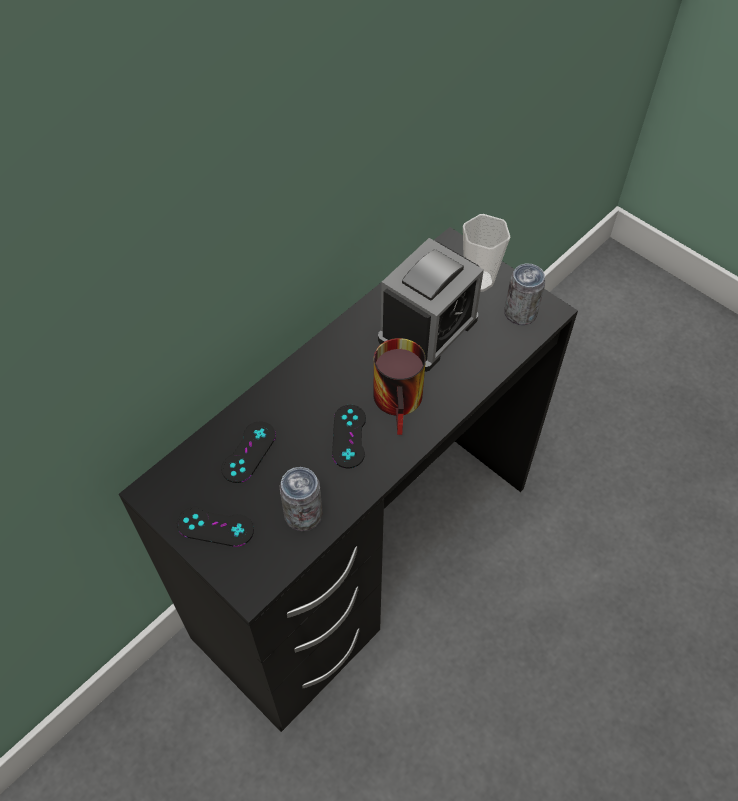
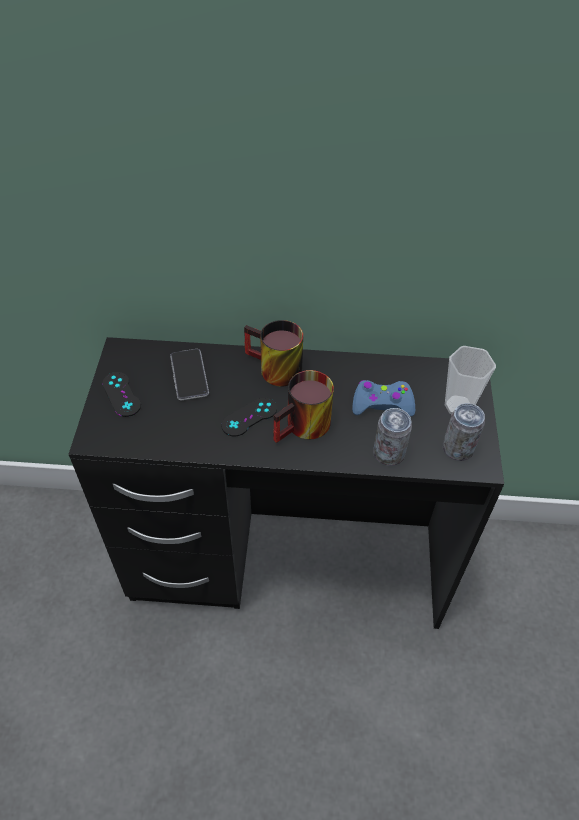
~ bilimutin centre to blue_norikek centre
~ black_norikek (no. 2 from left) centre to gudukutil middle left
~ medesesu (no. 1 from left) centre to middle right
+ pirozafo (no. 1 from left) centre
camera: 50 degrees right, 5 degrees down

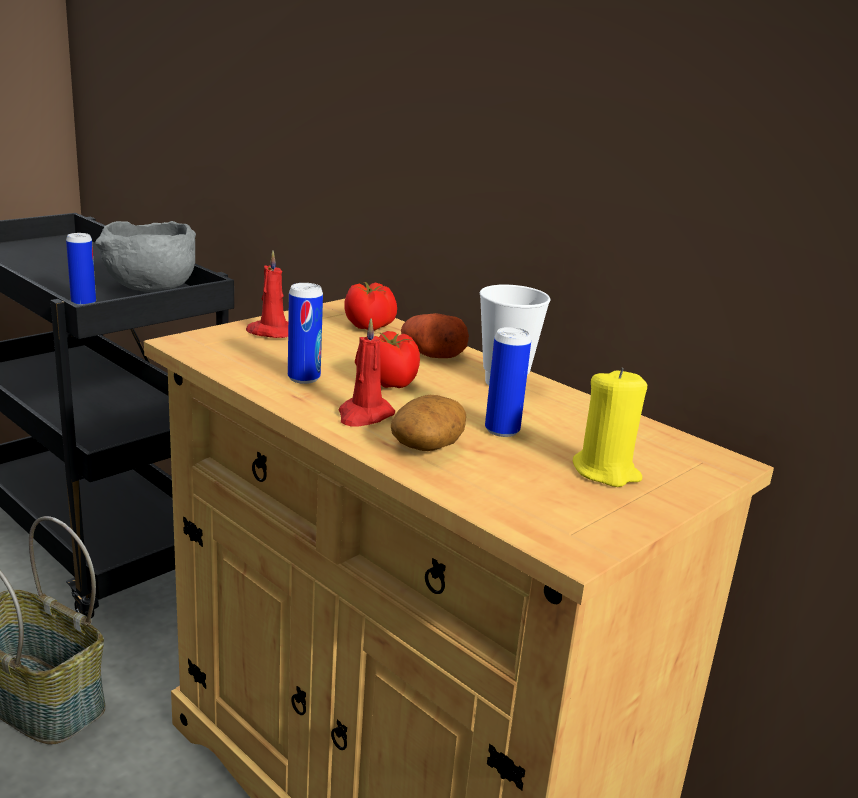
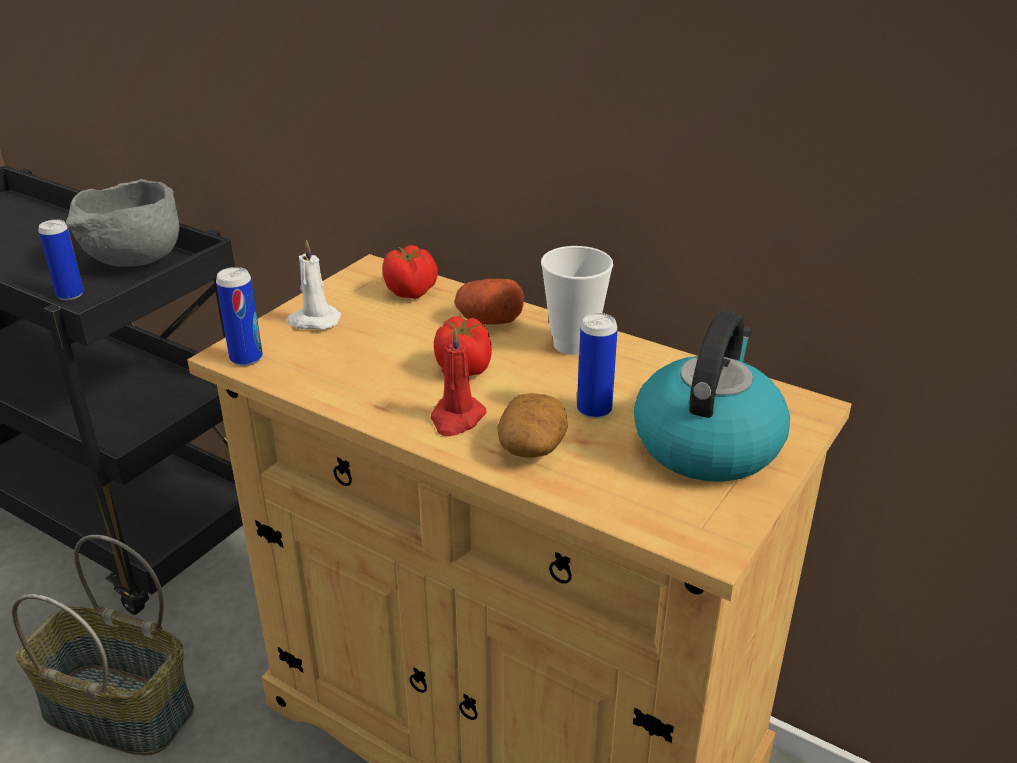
~ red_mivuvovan (no. 1 from left) middle left to white_mivuvovan middle left
~ medesesu (no. 2 from left) centre to middle left
~ yellow_mivuvovan middle right to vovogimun middle right
camera: 10 degrees left, 10 degrees up

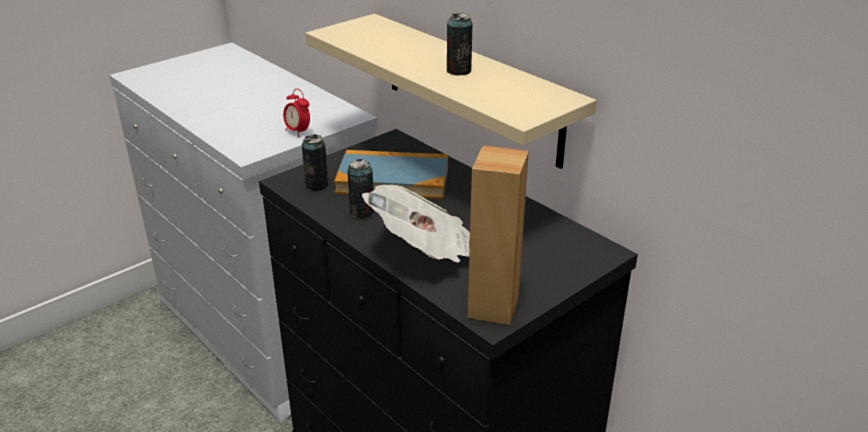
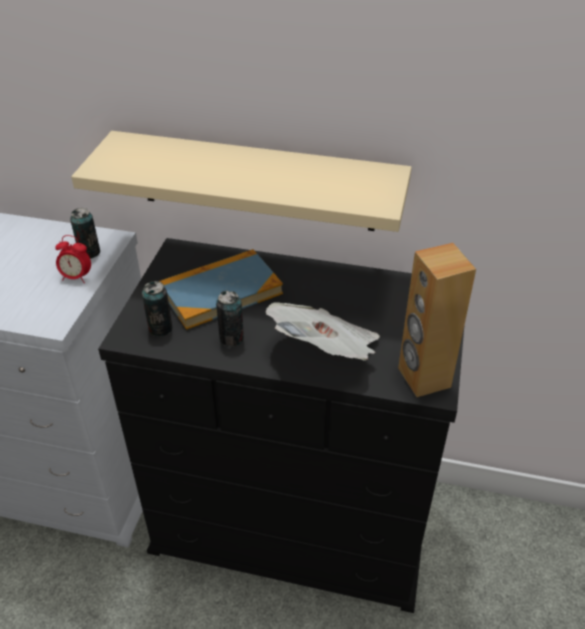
~ medesesu (no. 3 from left in the first image) top centre to medesesu (no. 1 from left) middle left
camera: 35 degrees left, 10 degrees up

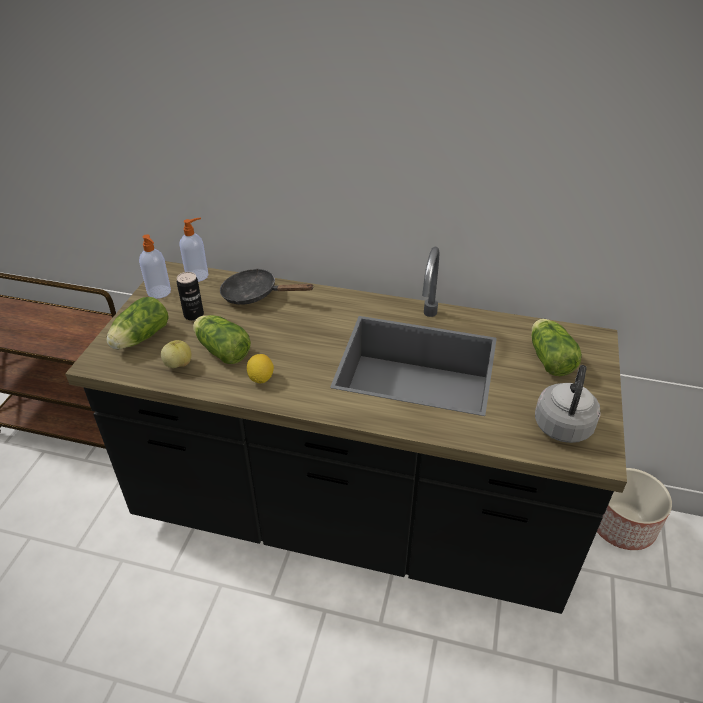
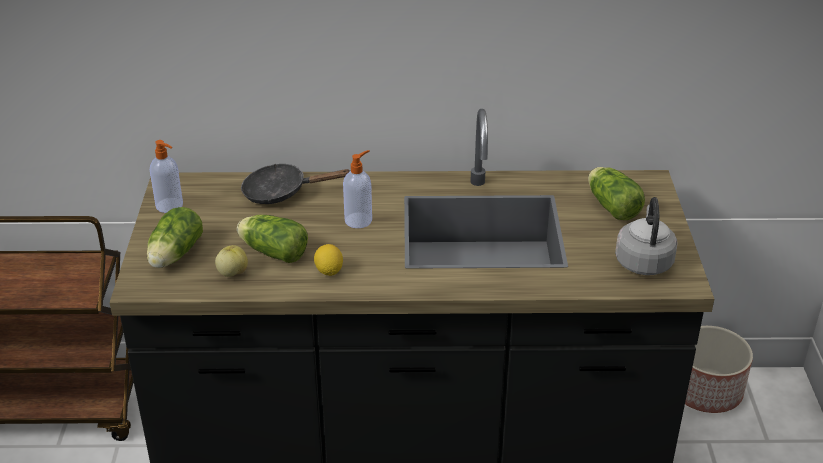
~ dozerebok (no. 2 from left) middle left to centre
- medesesu middle left
camera: 15 degrees left, 5 degrees down

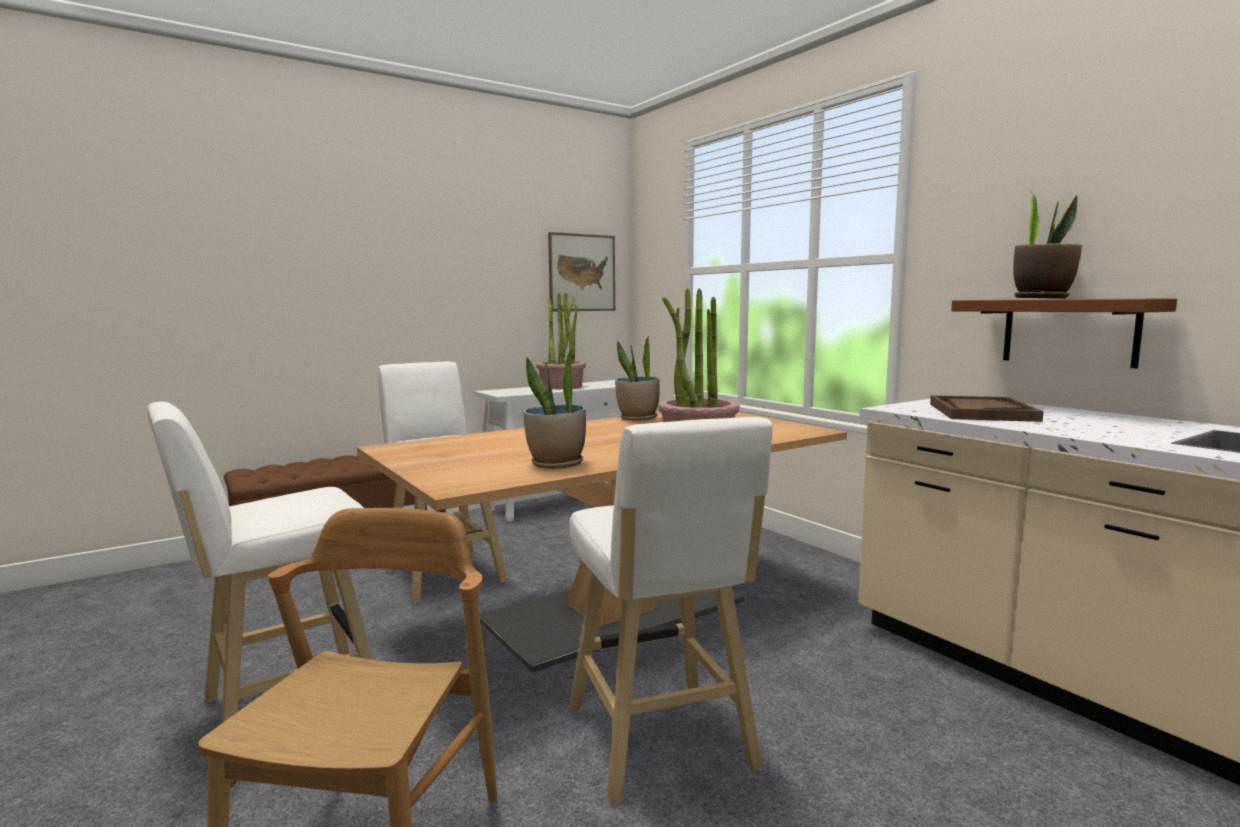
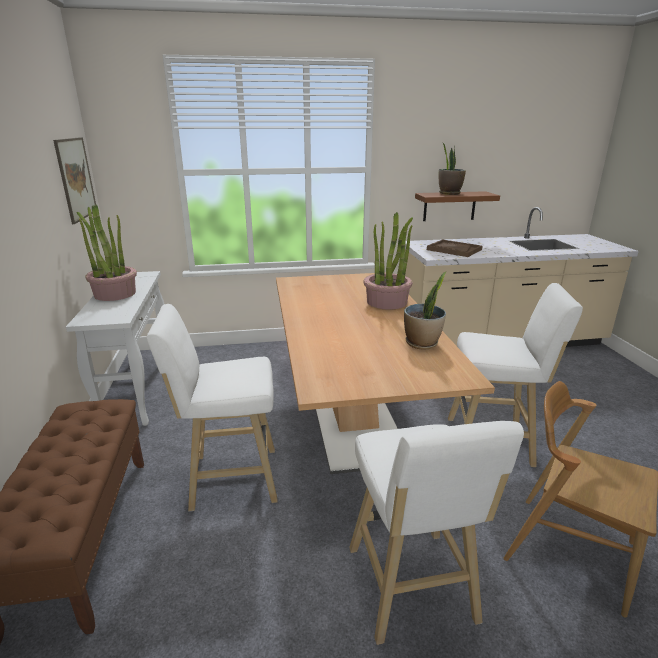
- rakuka (no. 3 from left) centre
camera: 65 degrees left, 15 degrees up

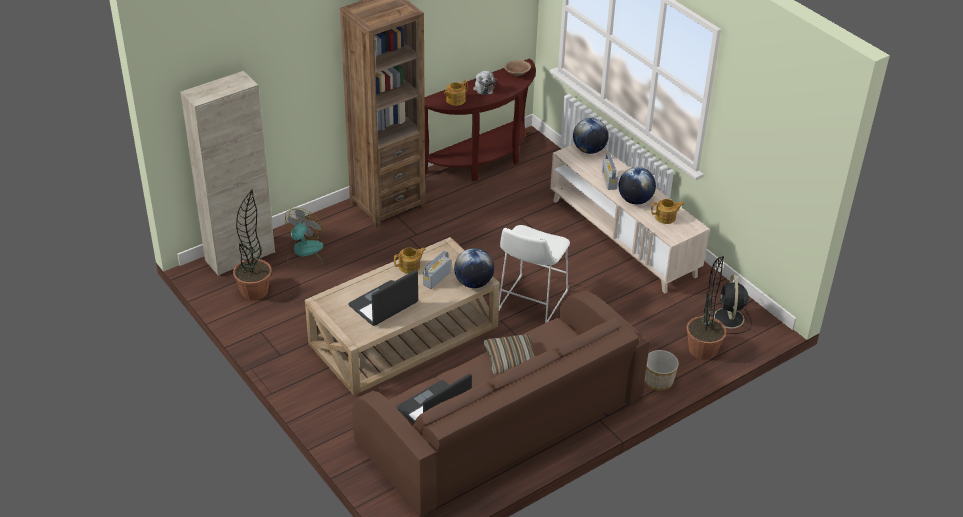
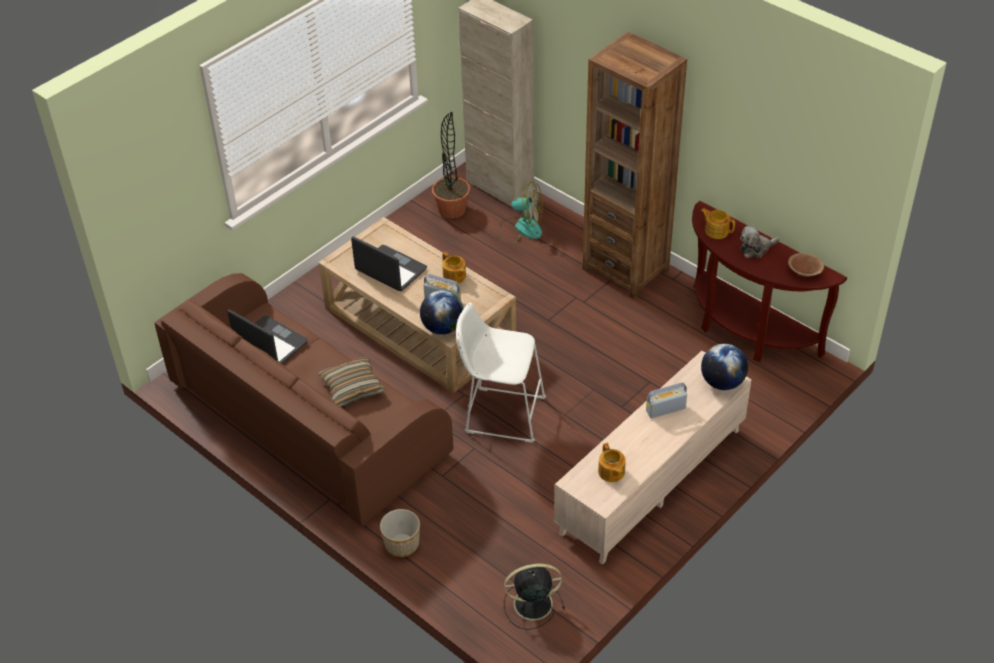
- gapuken (no. 3 from left) centre
- rakuka (no. 2 from left) middle right
camera: 80 degrees right, 5 degrees up

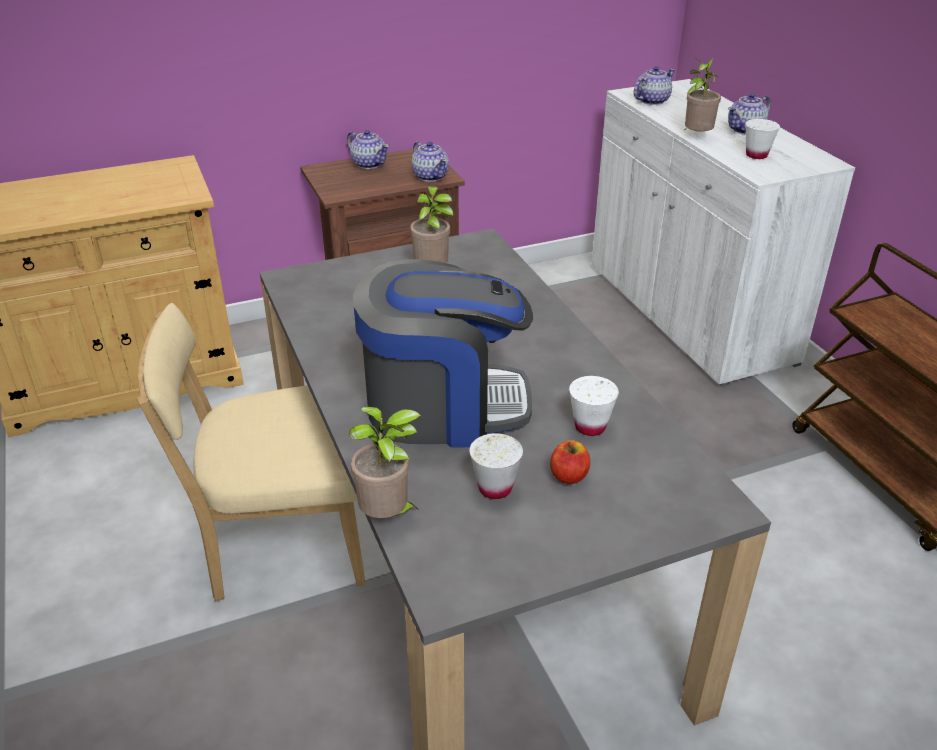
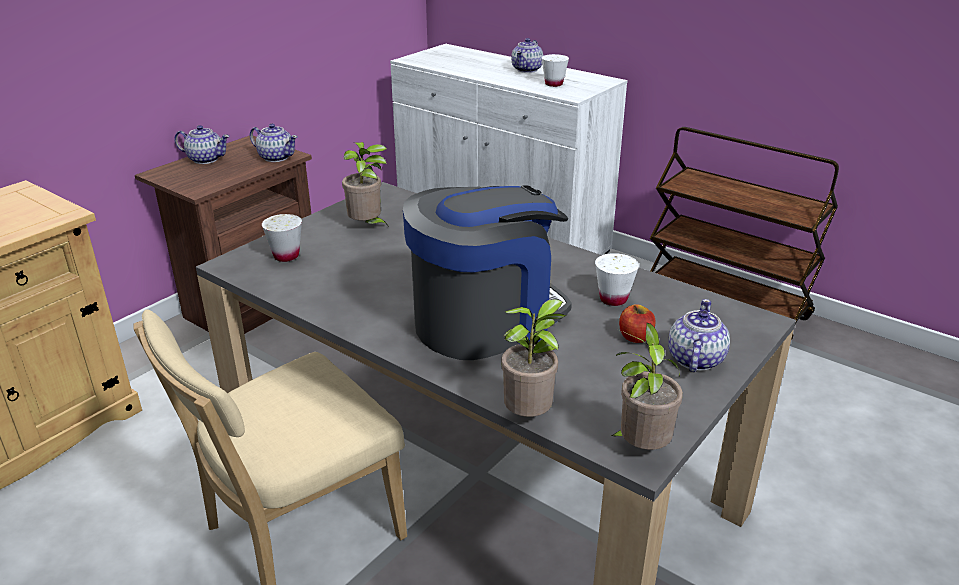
~ rakuka (no. 3 from left) top right to middle right
~ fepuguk (no. 3 from left in the first image) top right to fepuguk (no. 4 from left) middle right
~ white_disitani (no. 1 from left) centre to middle left
camera: 30 degrees left, 5 degrees down

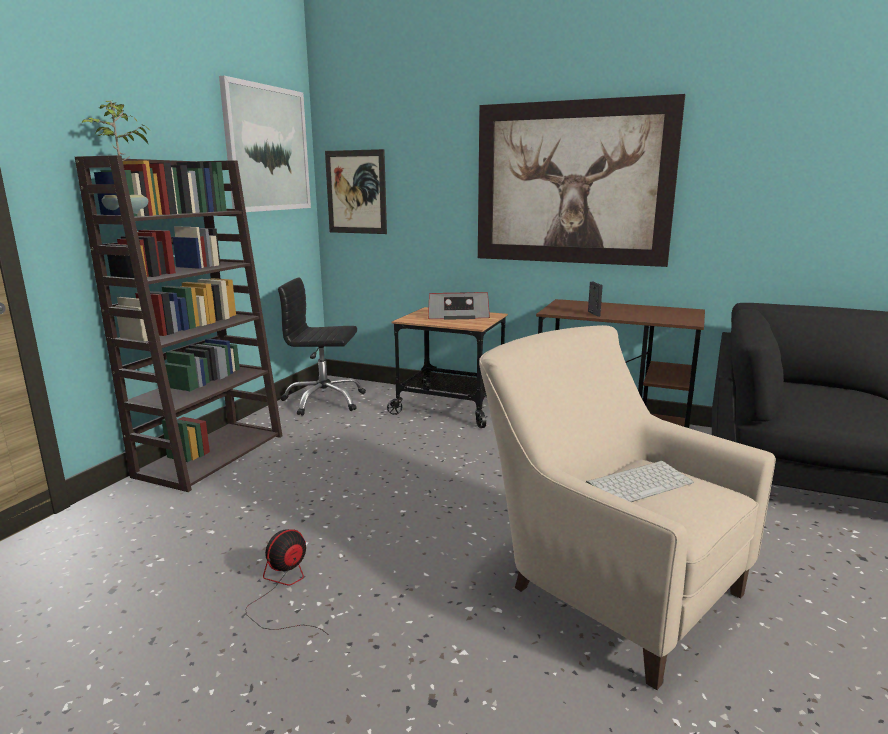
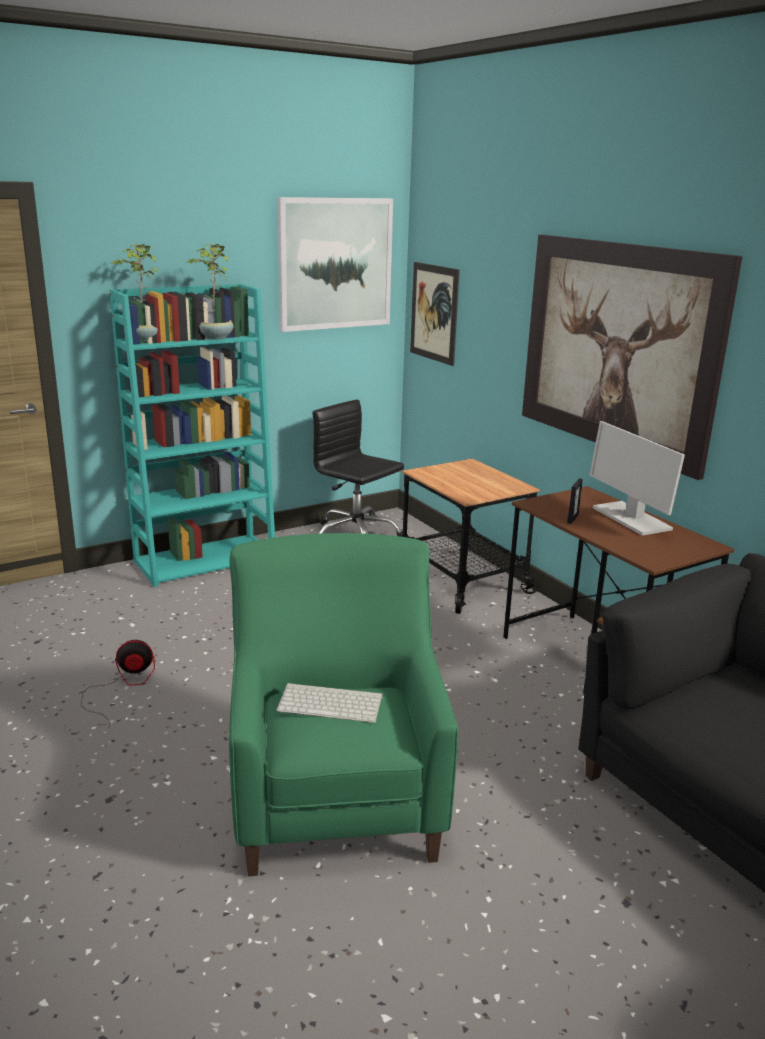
~ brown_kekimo middle left to turquoise_kekimo middle left
- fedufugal centre
~ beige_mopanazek bottom right to green_mopanazek bottom centre
+ rakuka (no. 2 from left) top left
+ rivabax middle right
camera: 35 degrees right, 5 degrees up

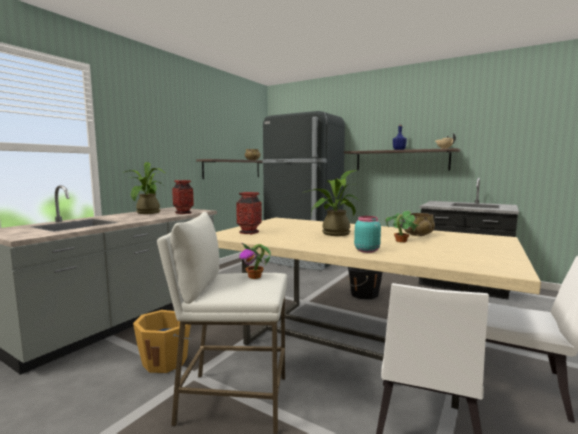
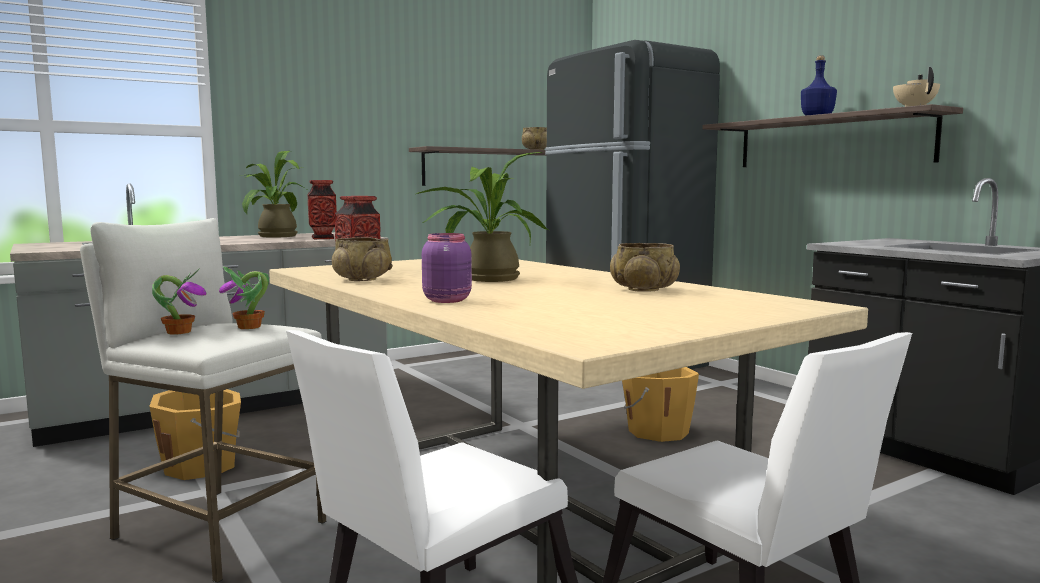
~ rakuka (no. 4 from left in the first image) middle right to rakuka (no. 1 from left) middle left
~ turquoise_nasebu centre to purple_nasebu centre
~ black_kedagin centre to orange_kedagin (no. 2 from left) bottom centre
+ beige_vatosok (no. 1 from left) centre
camera: 25 degrees right, 0 degrees up

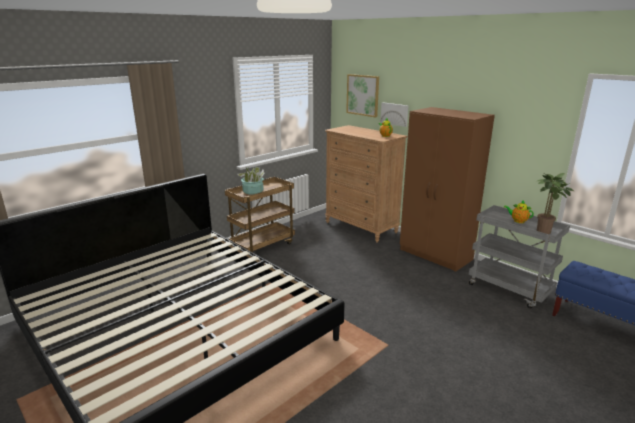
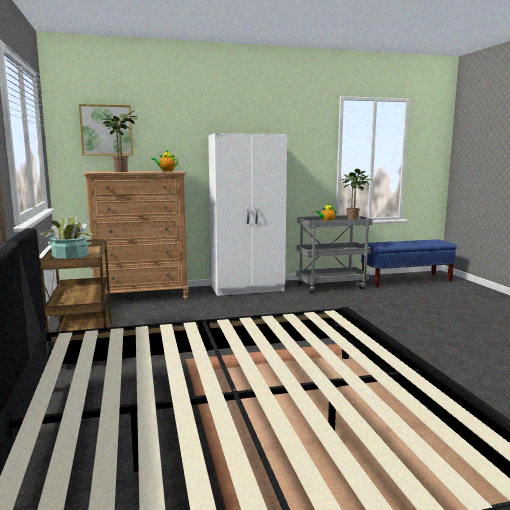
- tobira (no. 2 from left) top centre
~ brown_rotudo middle right to white_rotudo centre
+ rakuka (no. 2 from left) top left
camera: 60 degrees left, 10 degrees down

